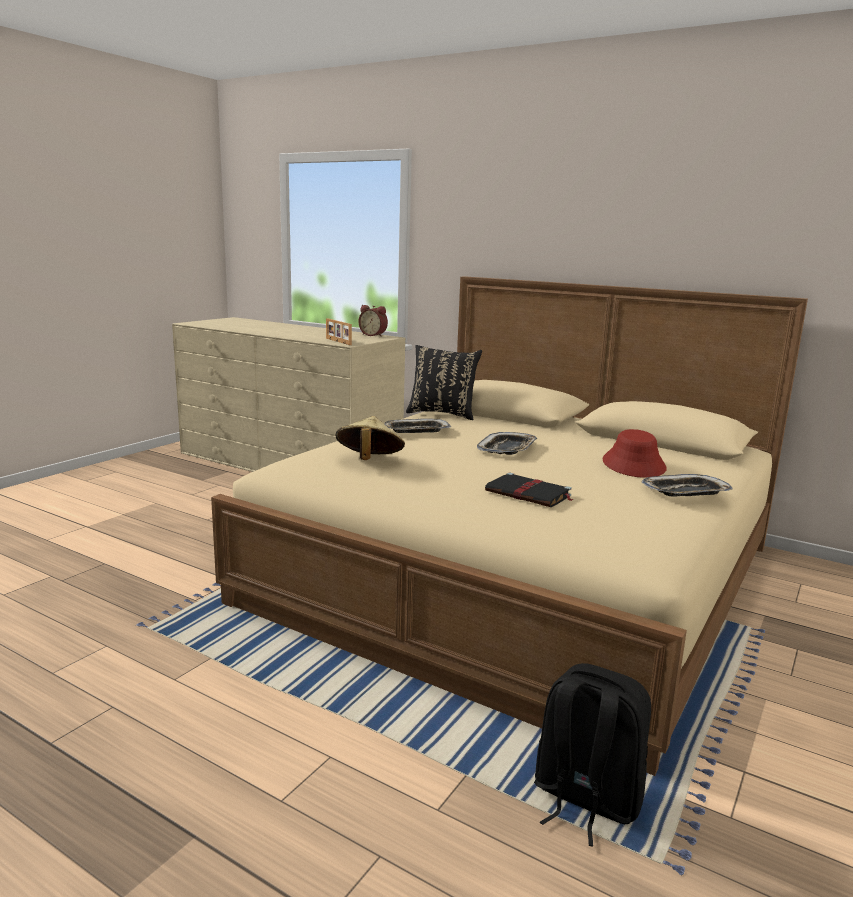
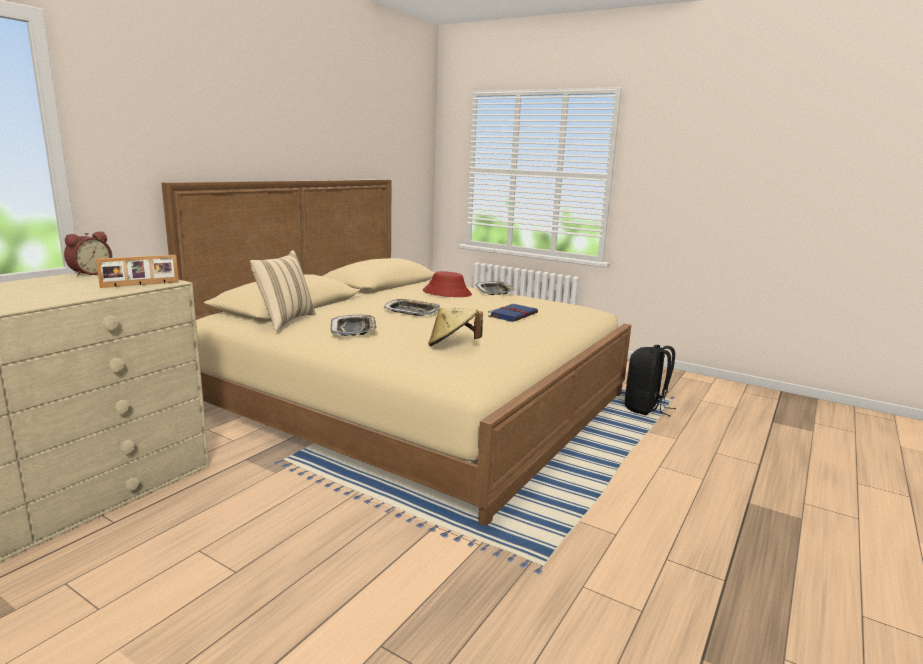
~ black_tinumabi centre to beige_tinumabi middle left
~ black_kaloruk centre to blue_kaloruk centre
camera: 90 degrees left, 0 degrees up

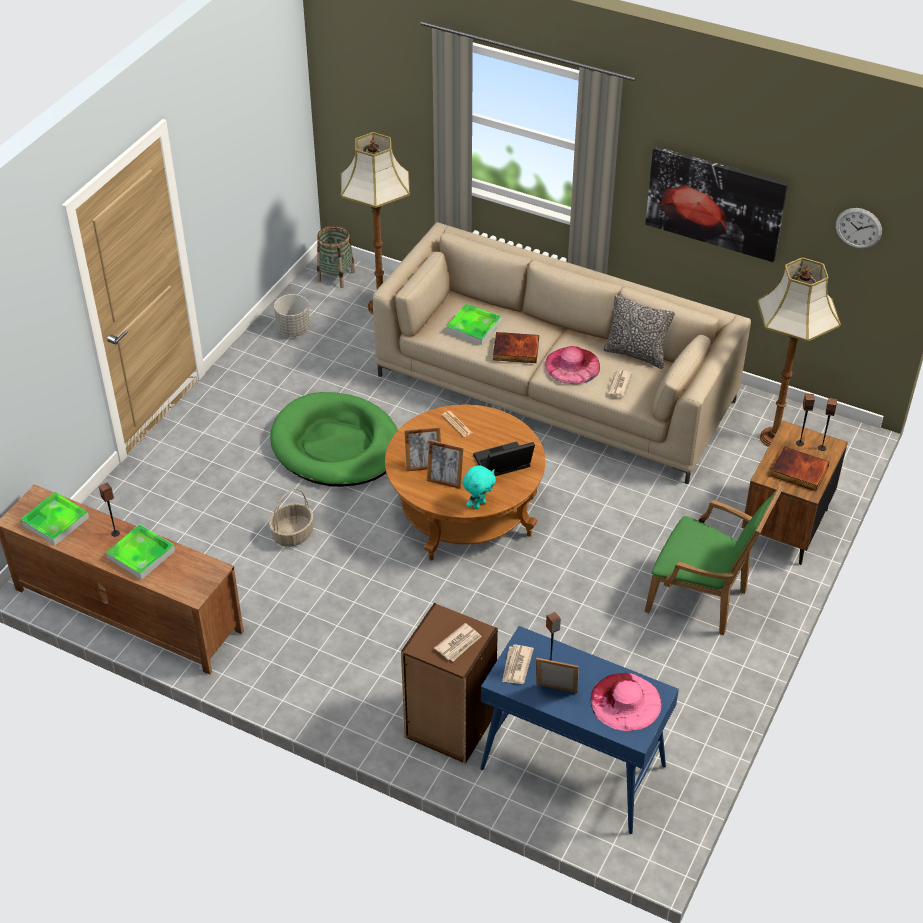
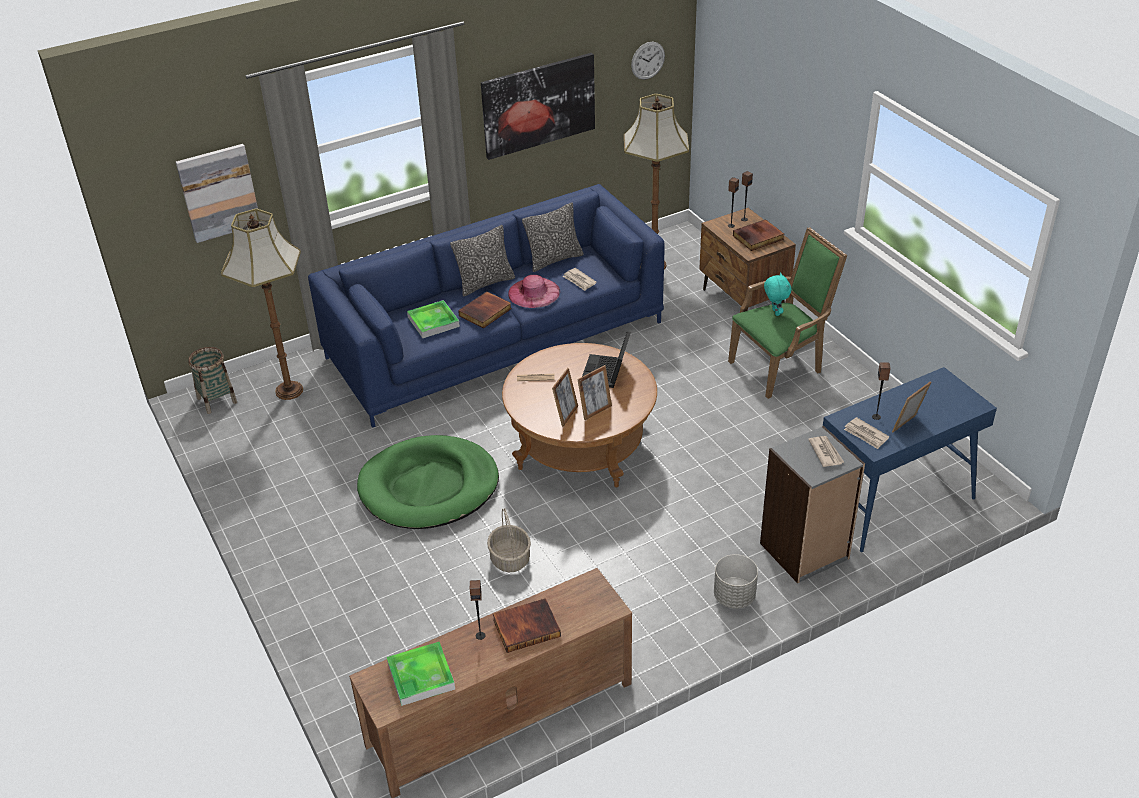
~ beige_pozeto centre to blue_pozeto centre
~ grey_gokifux middle left to bottom centre
~ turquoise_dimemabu centre to middle right
~ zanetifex (no. 2 from left) middle left to kaloruk (no. 2 from left) bottom centre
~ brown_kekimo bottom centre to grey_kekimo middle right
- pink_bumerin (no. 2 from left) bottom right
+ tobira (no. 1 from left) top left
+ tinumabi (no. 1 from left) top centre
camera: 55 degrees left, 5 degrees down

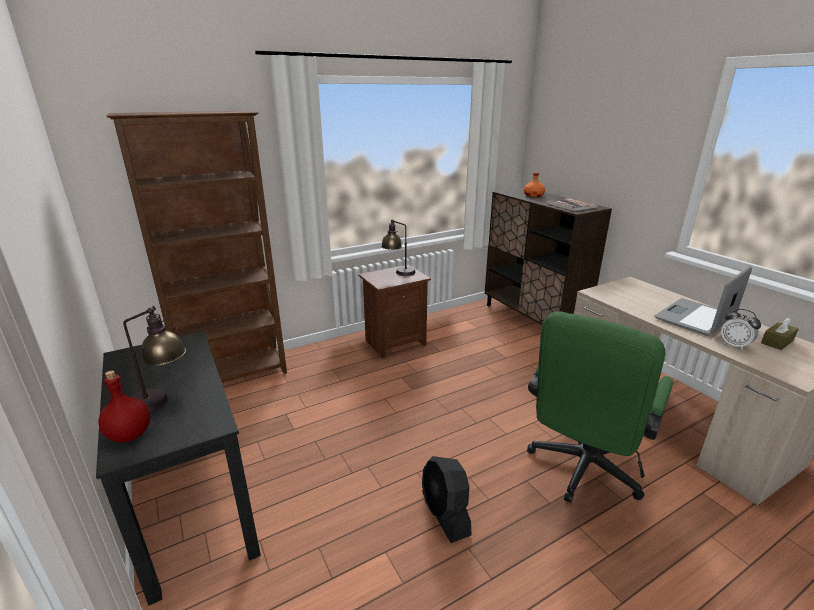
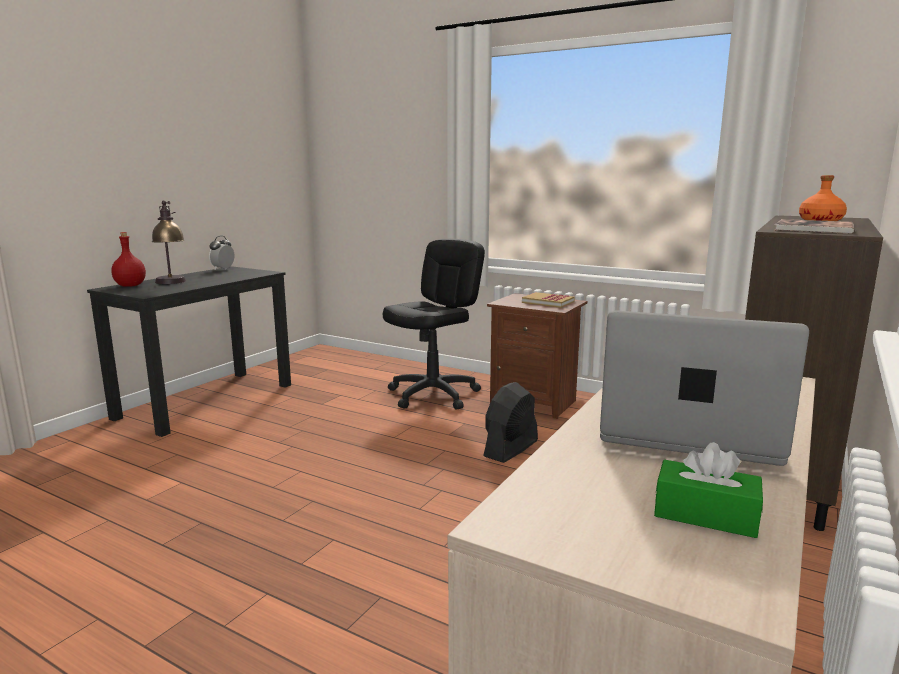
- brown_kekimo middle left
~ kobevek (no. 2 from left) centre to kaloruk (no. 1 from left) centre
~ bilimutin middle right to middle left
- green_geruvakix bottom right
~ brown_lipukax middle right to green_lipukax bottom right
~ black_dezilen bottom centre to centre
+ black_geruvakix centre
camera: 60 degrees right, 10 degrees down

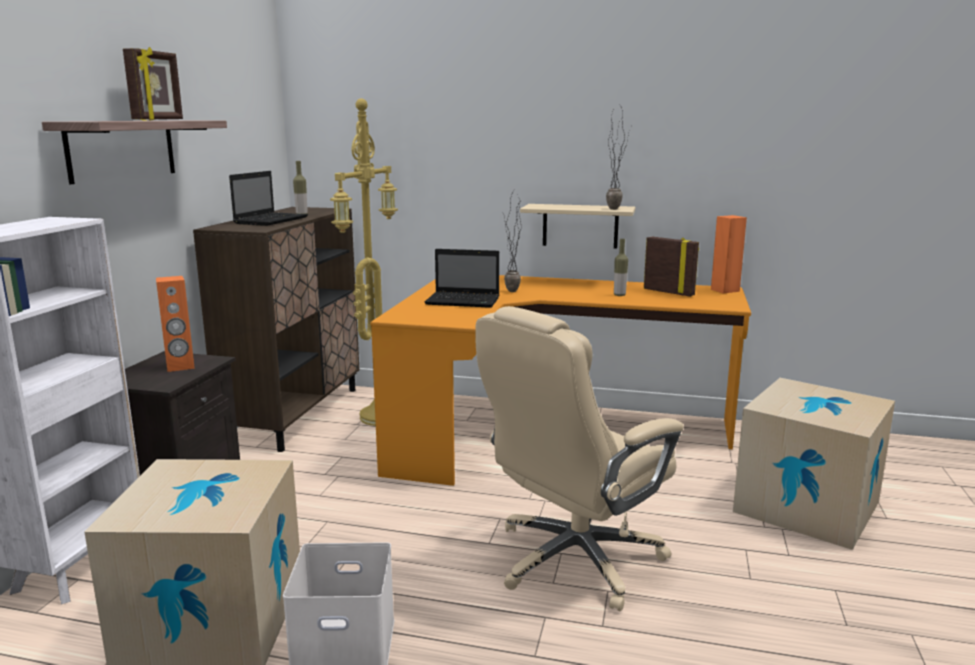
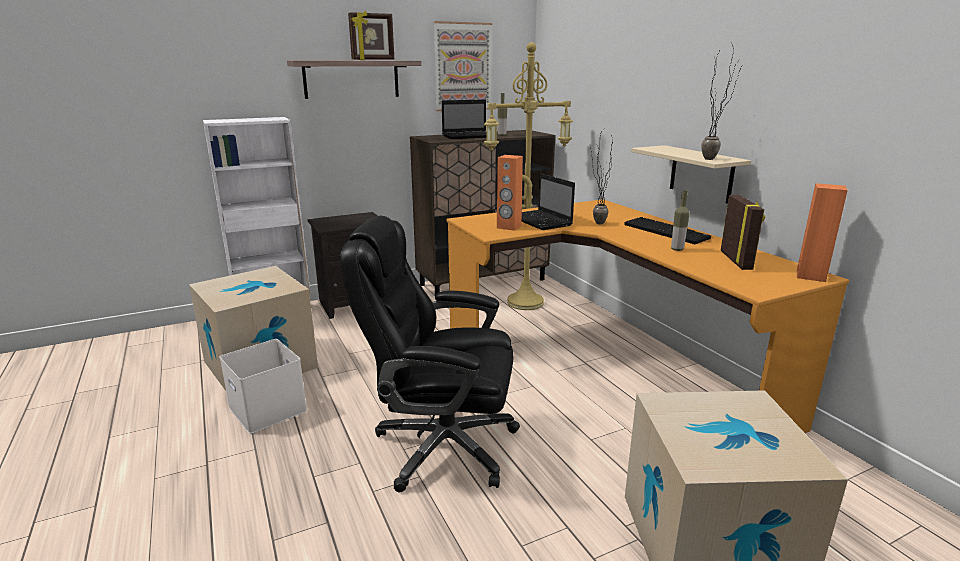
~ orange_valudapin (no. 1 from left) middle left to centre
~ beige_geruvakix bottom centre to black_geruvakix centre
+ tobira top centre
+ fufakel middle right
camera: 50 degrees right, 5 degrees up

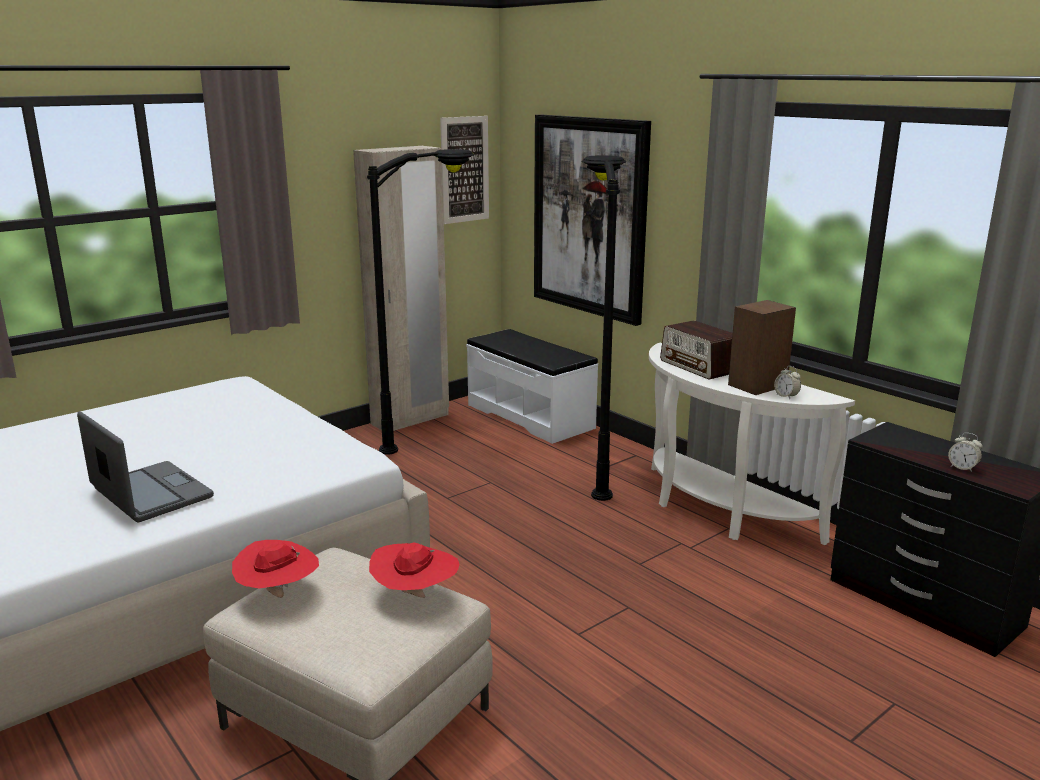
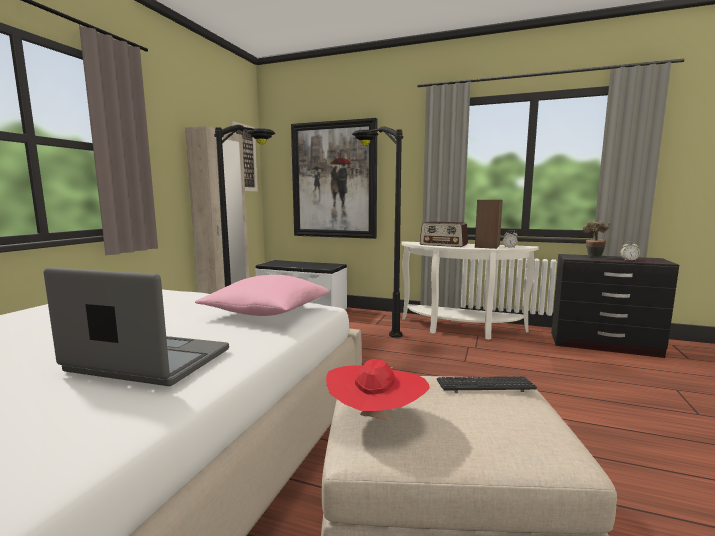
~ red_bumerin (no. 2 from left) bottom centre to fufakel bottom right
+ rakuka middle right
+ pink_tinumabi centre
camera: 30 degrees left, 10 degrees down

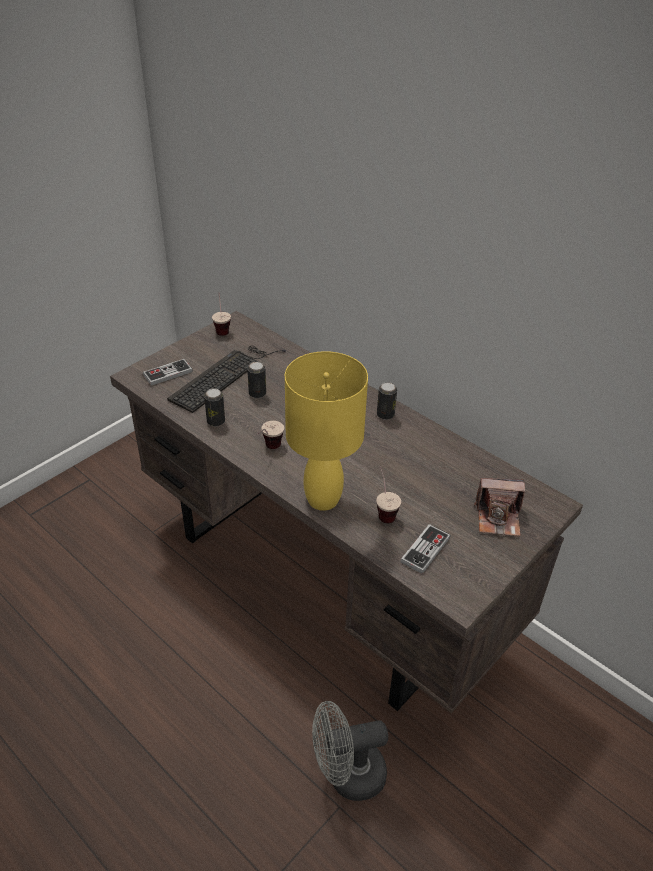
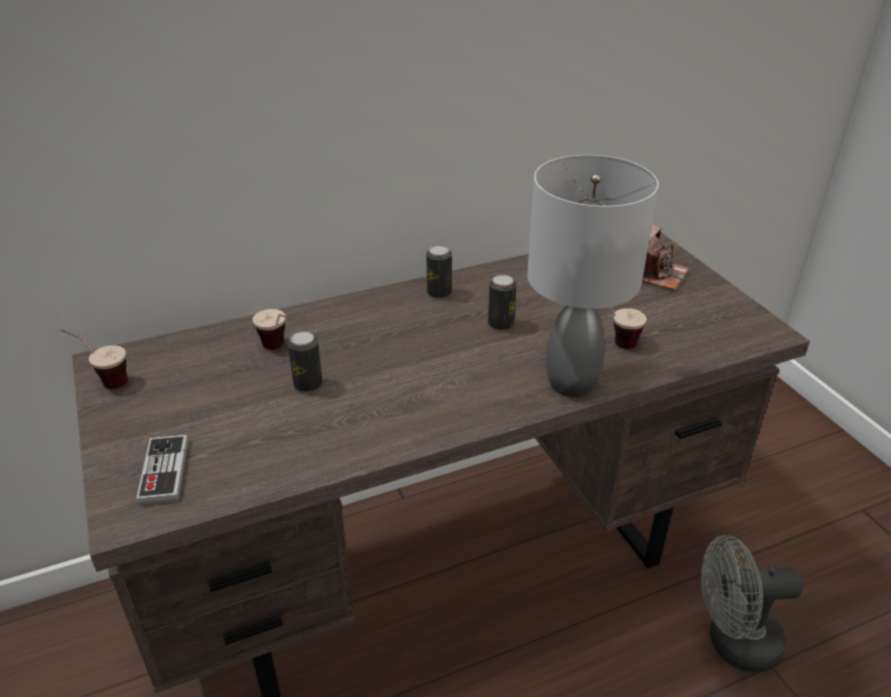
- fufakel centre
~ yellow_kobevek centre to grey_kobevek centre
~ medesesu (no. 1 from left in the first image) middle left to medesesu (no. 3 from left) centre
~ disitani (no. 2 from left) centre to middle left
- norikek (no. 2 from left) centre
~ grey_dezilen bottom centre = bottom right 75 degrees clockwise
camera: 65 degrees left, 5 degrees down

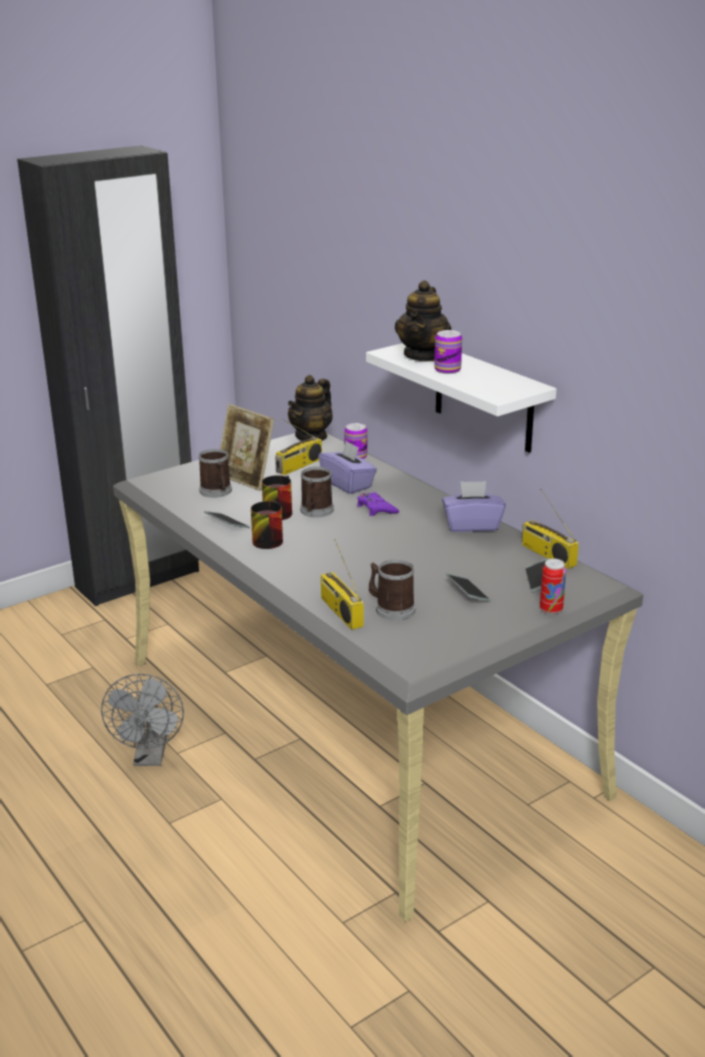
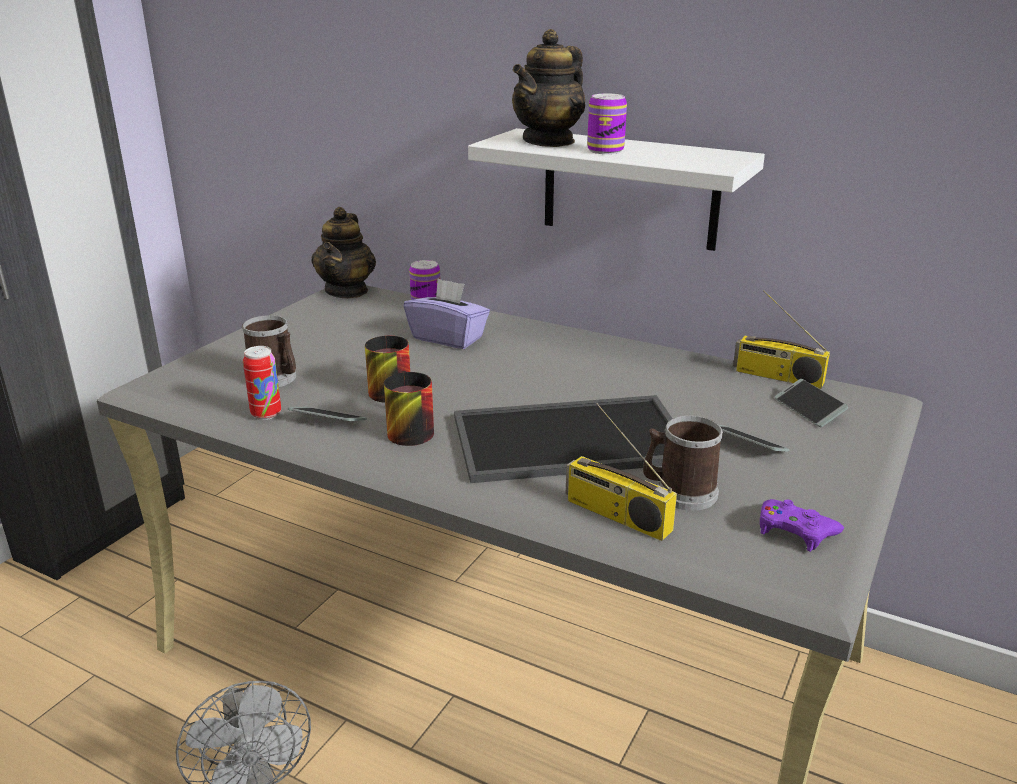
~ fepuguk (no. 2 from left) top centre = top centre 45 degrees clockwise
- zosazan centre
- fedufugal (no. 1 from left) centre
- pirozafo (no. 4 from left) centre
- purple_lipukax (no. 2 from left) middle right
~ purple_norikek centre to bottom right
~ medesesu (no. 3 from left in the first image) middle right to medesesu (no. 1 from left) middle left
+ zanetifex centre
camera: 25 degrees left, 0 degrees up

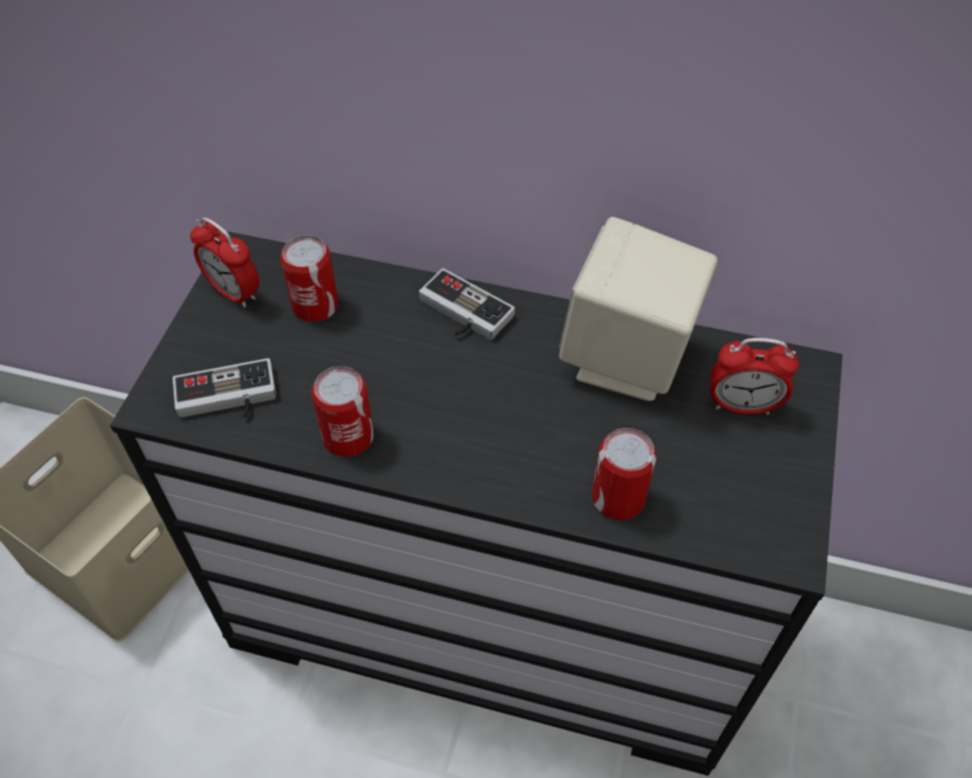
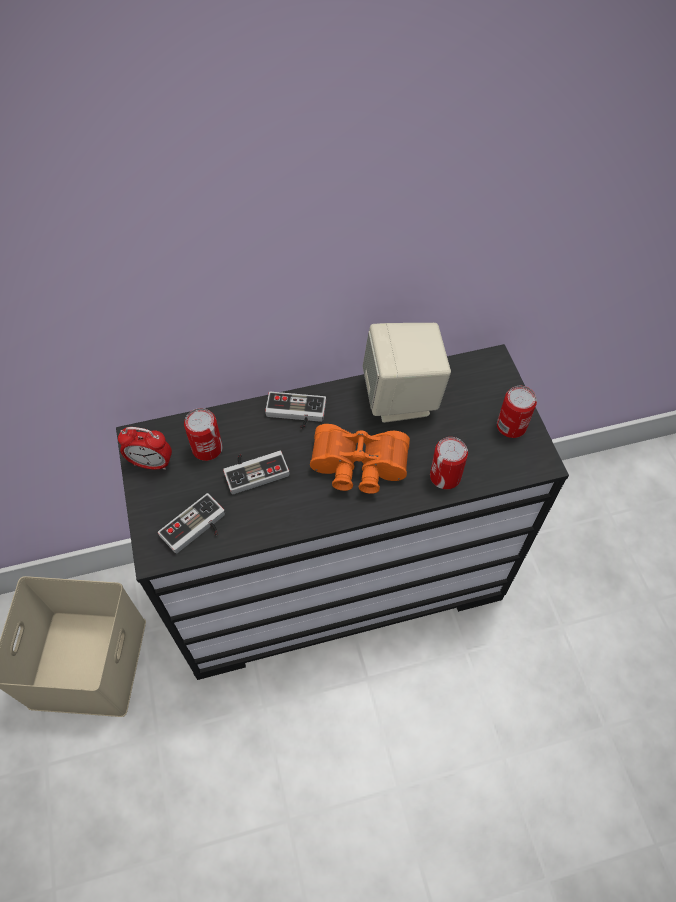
- bilimutin (no. 2 from left) middle right
~ medesesu (no. 2 from left in the first image) centre to medesesu (no. 3 from left) middle right
+ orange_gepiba centre
+ norikek (no. 2 from left) centre
camera: 30 degrees left, 5 degrees up

